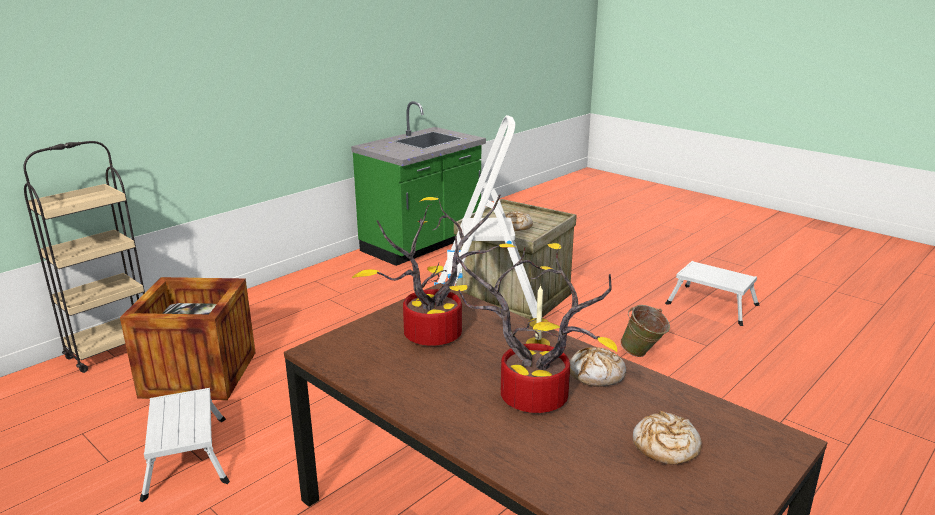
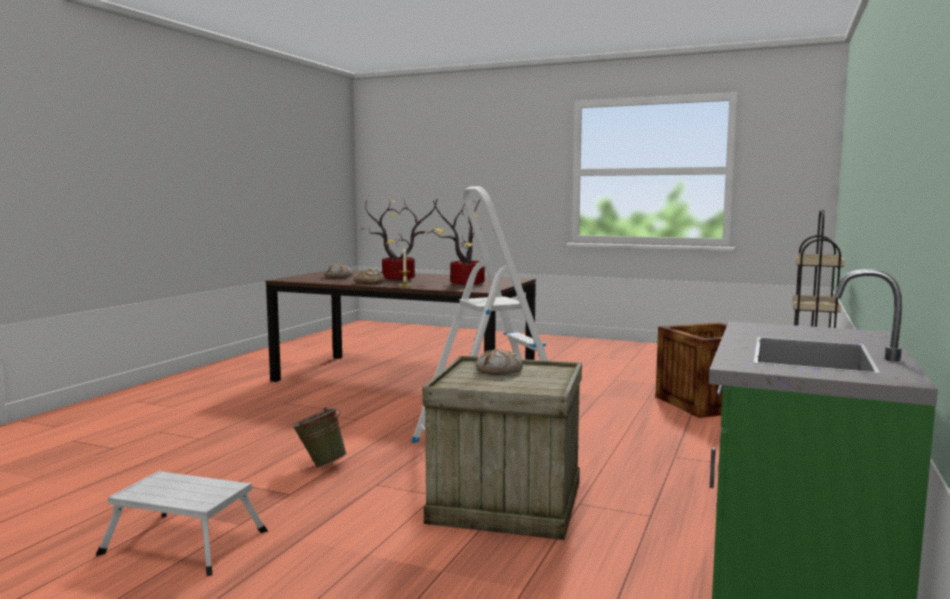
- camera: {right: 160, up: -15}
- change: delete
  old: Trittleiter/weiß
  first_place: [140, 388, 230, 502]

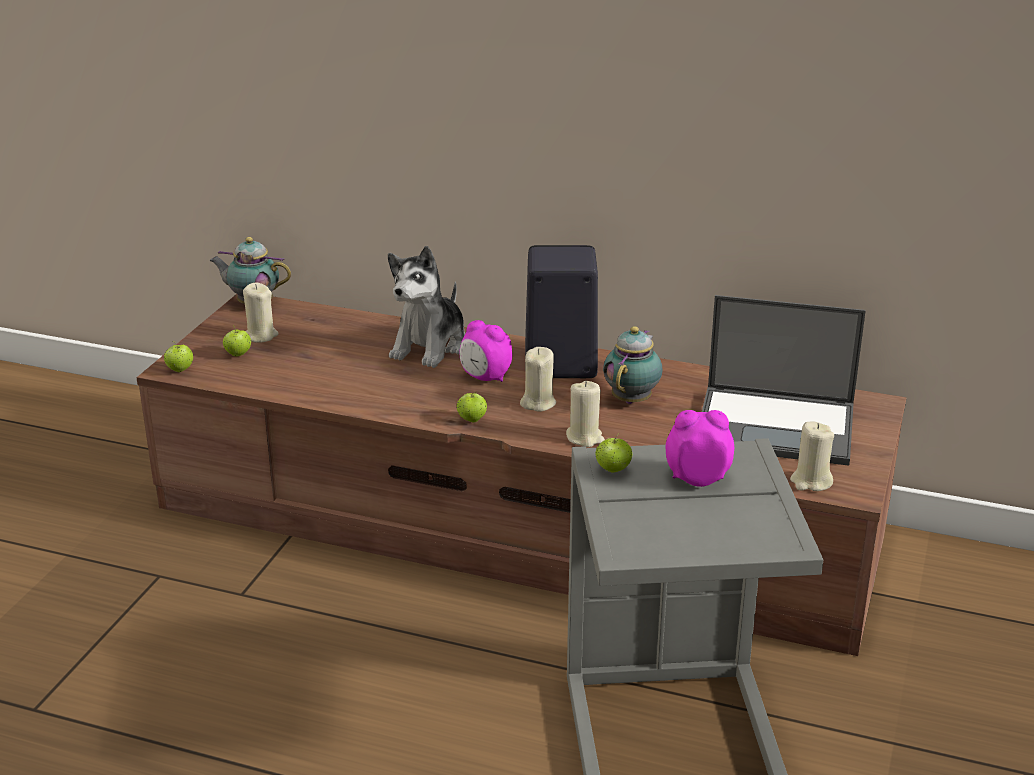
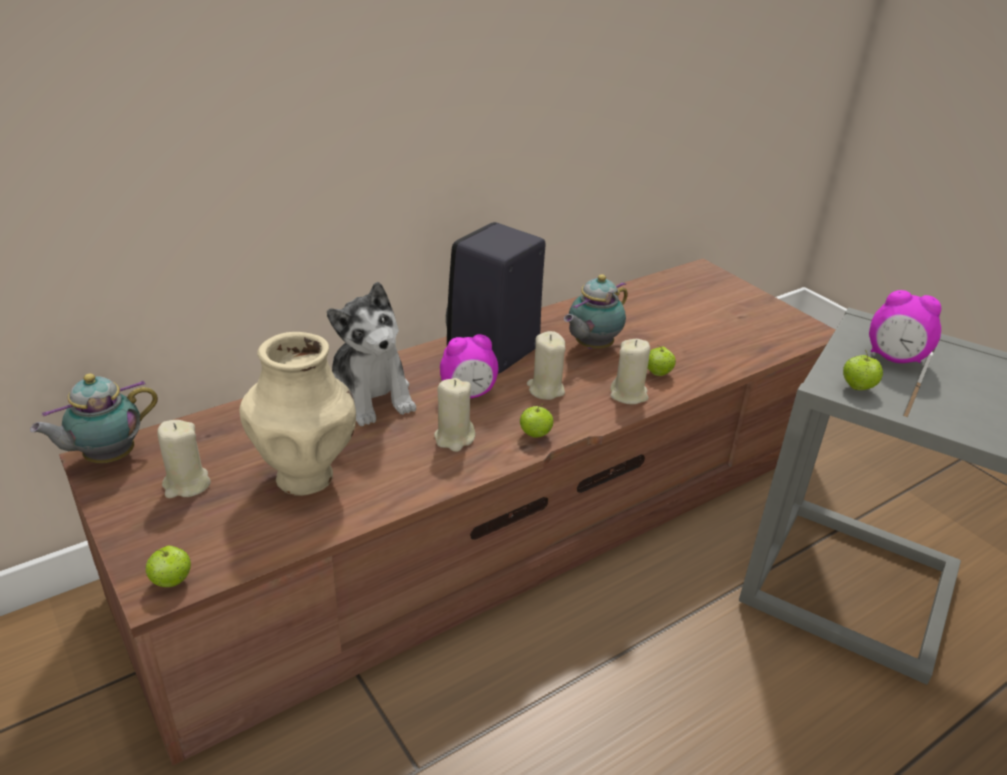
- camera: {right: -55, up: 5}
- change: delete
  old: Laptop
  first_place: [702, 295, 866, 466]
- change: insert
  new: Vase/beige
  second_place: [239, 332, 356, 496]
- change: move
  old: Apfel
  first_place: [223, 325, 252, 356]
  second_place: [648, 345, 676, 376]
- change: move
  old: Kerze/beige
  first_place: [790, 422, 834, 491]
  second_place: [434, 378, 475, 452]
- change: rotate
  old: Teekanne
  first_place: [603, 326, 663, 404]
  second_place: [564, 274, 628, 349]
  degrees: -105
- change: rotate
  old: Wecker
  first_place: [666, 410, 734, 487]
  second_place: [869, 290, 941, 363]
  degrees: -105

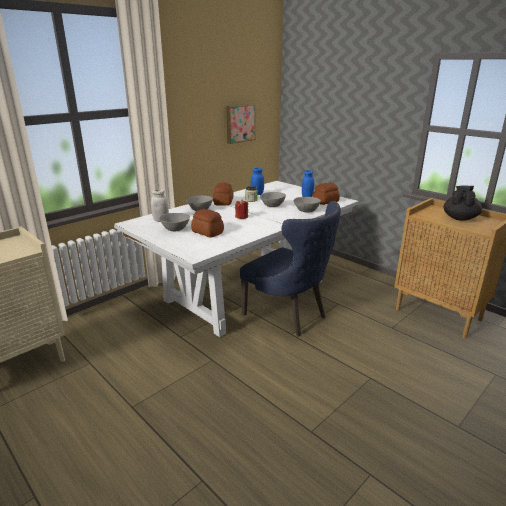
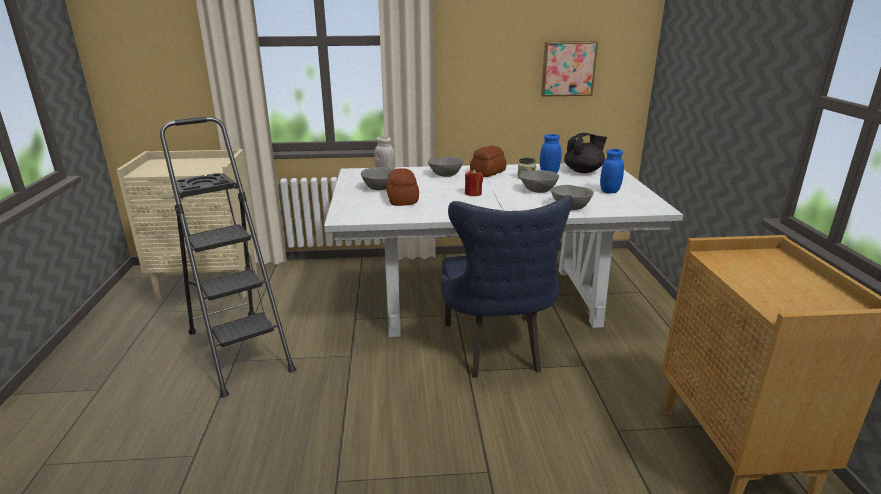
- camera: {right: 40, up: 0}
- change: delete
  old: Brot
  first_place: [312, 183, 340, 205]
- change: insert
  new: Trittleiter
  second_place: [160, 117, 296, 398]
- change: move
  old: Teekanne/schwarz
  first_place: [444, 185, 482, 221]
  second_place: [564, 133, 607, 173]

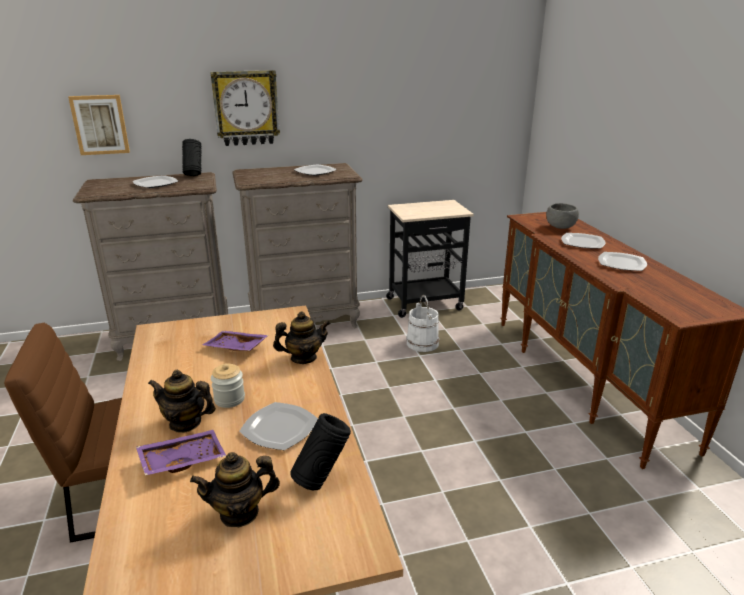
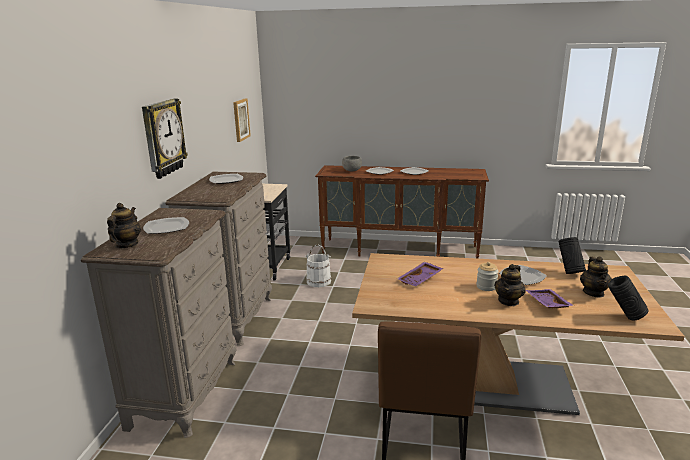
- camera: {right: -65, up: -5}
- change: move
  old: Bild
  first_place: [68, 95, 130, 155]
  second_place: [233, 98, 251, 142]
- change: move
  old: Vase/schwarz
  first_place: [182, 139, 201, 176]
  second_place: [608, 276, 649, 321]
- change: move
  old: Teekanne
  first_place: [273, 311, 330, 364]
  second_place: [107, 203, 141, 249]

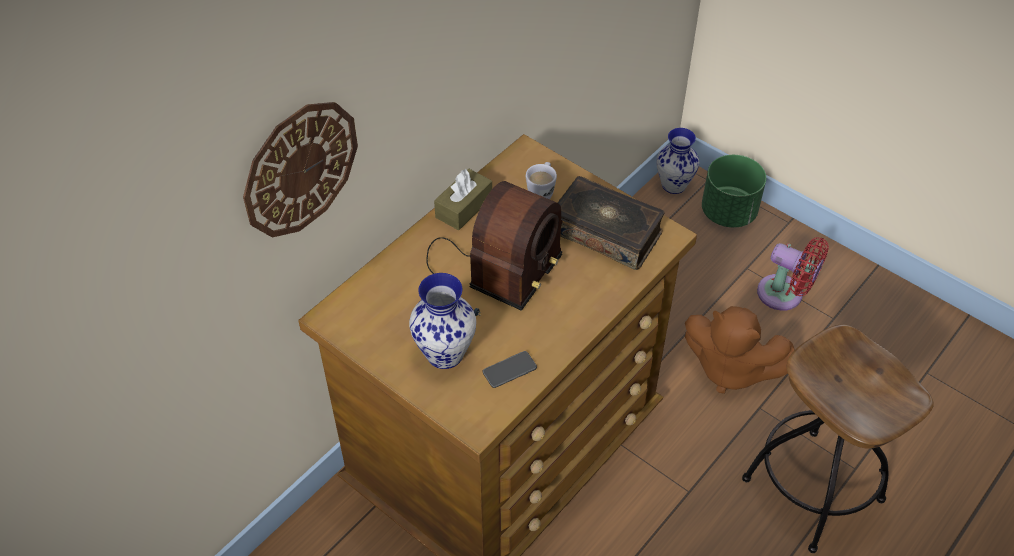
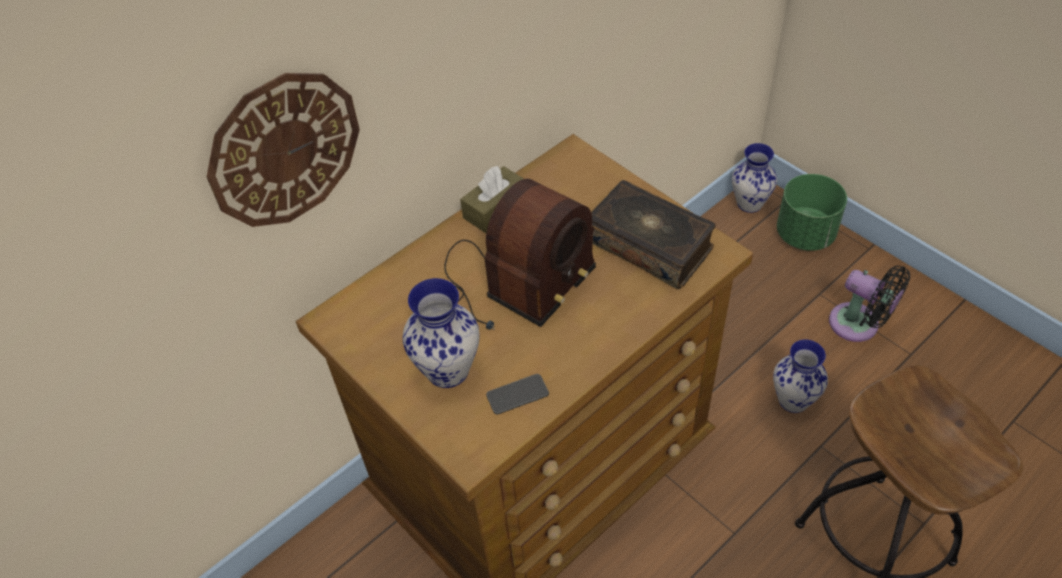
- camera: {right: 10, up: 0}
- change: delete
  old: Henkelbecher/weiß
  first_place: [526, 162, 557, 199]
- change: replace
  old: Plüschtier/braun
  new: Vase
  first_place: [685, 306, 795, 394]
  second_place: [773, 340, 828, 413]
- change: recolor
  old: Ventilator/rot
  new: Ventilator/schwarz
  first_place: [757, 237, 829, 311]
  second_place: [829, 266, 910, 342]

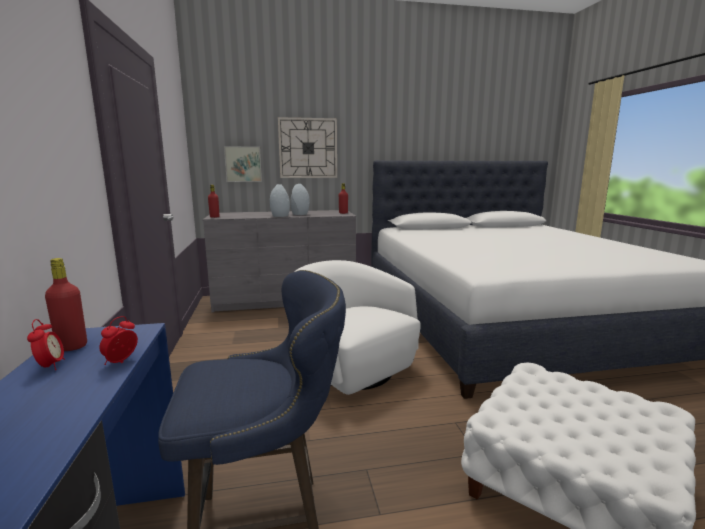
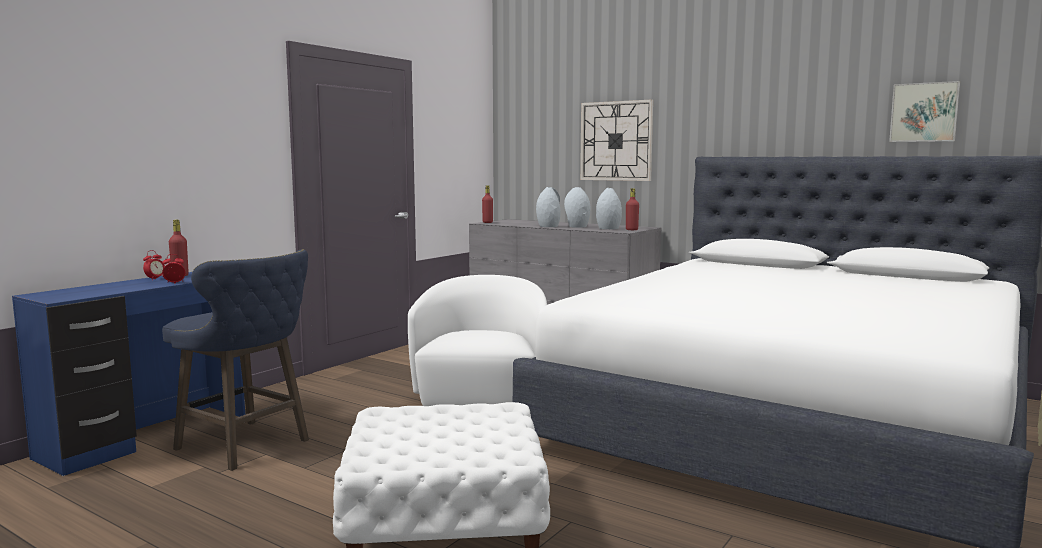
- camera: {right: 45, up: -5}
- change: insert
  new: Vase/grau
  second_place: [596, 188, 622, 229]
- change: move
  old: Bild
  first_place: [224, 146, 262, 182]
  second_place: [889, 81, 960, 142]

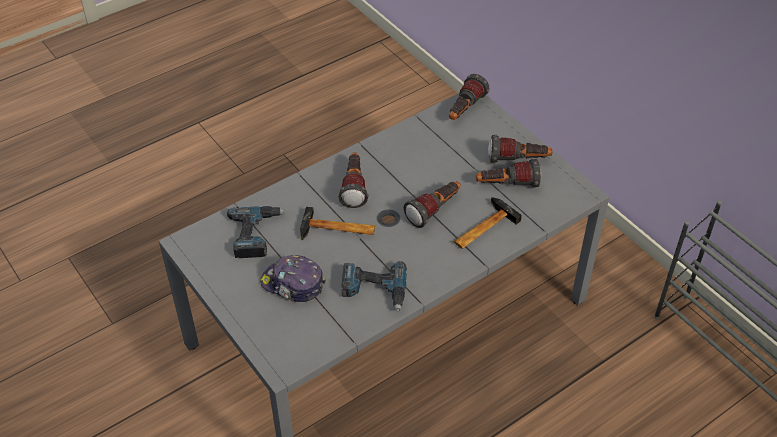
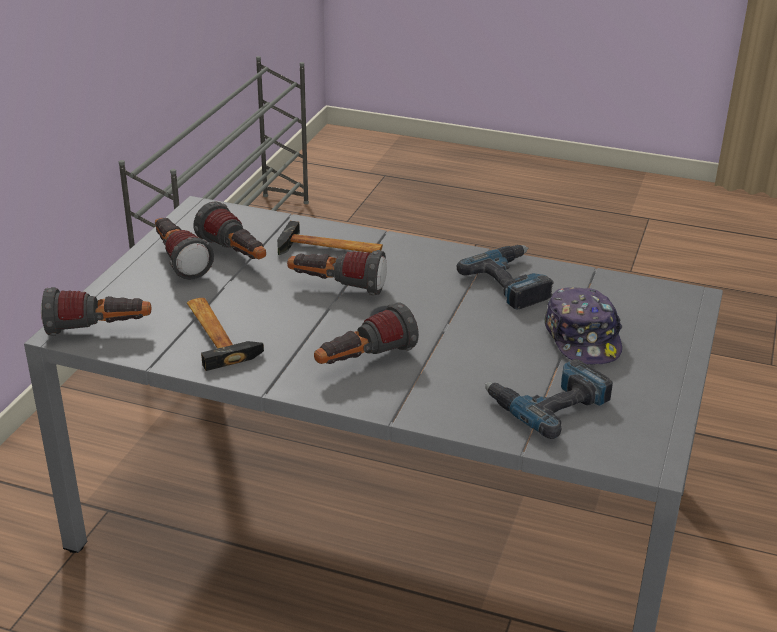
- camera: {right: -125, up: -15}
- change: move
  old: Hammer
  first_place: [300, 207, 375, 240]
  second_place: [187, 298, 264, 371]

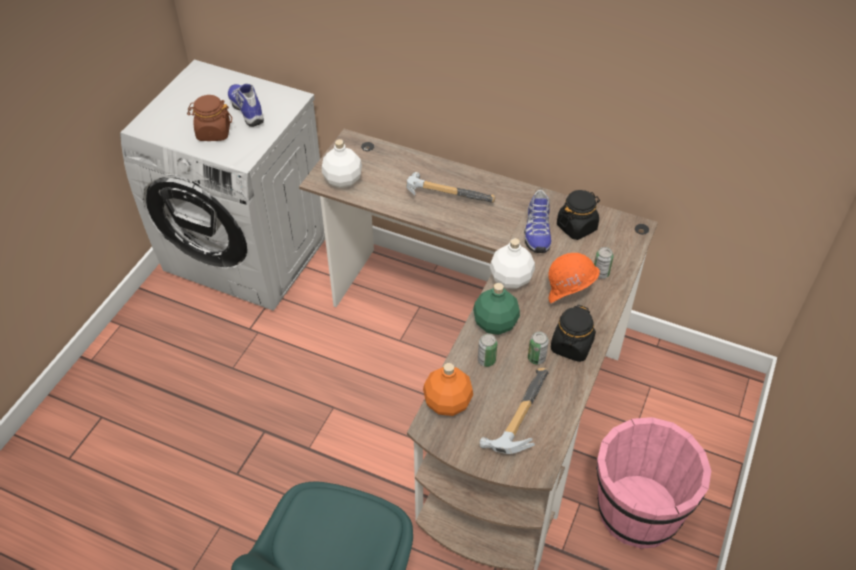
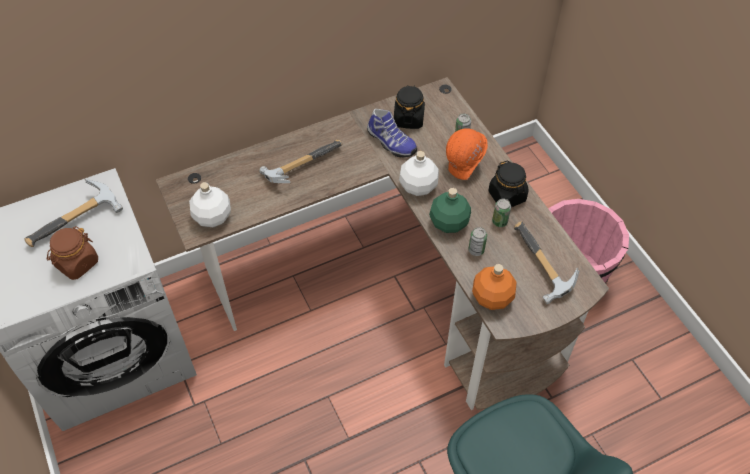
- camera: {right: -50, up: 5}
- change: replace
  old: Schuh
  new: Hammer
  first_place: [228, 84, 264, 127]
  second_place: [24, 179, 123, 247]

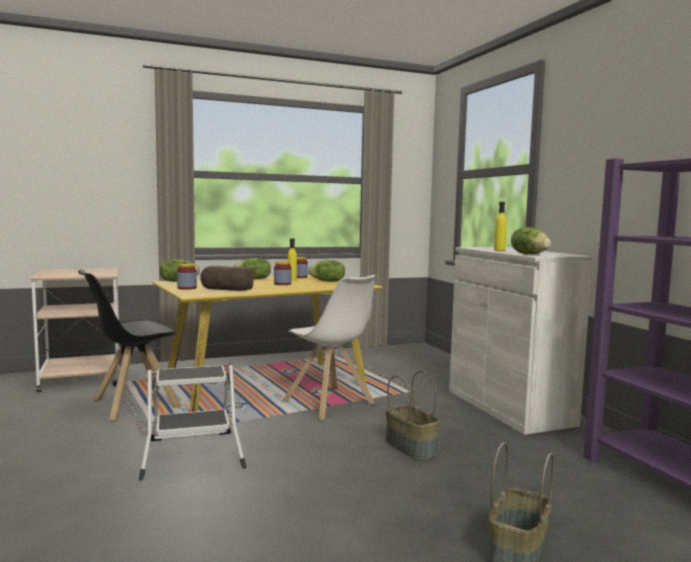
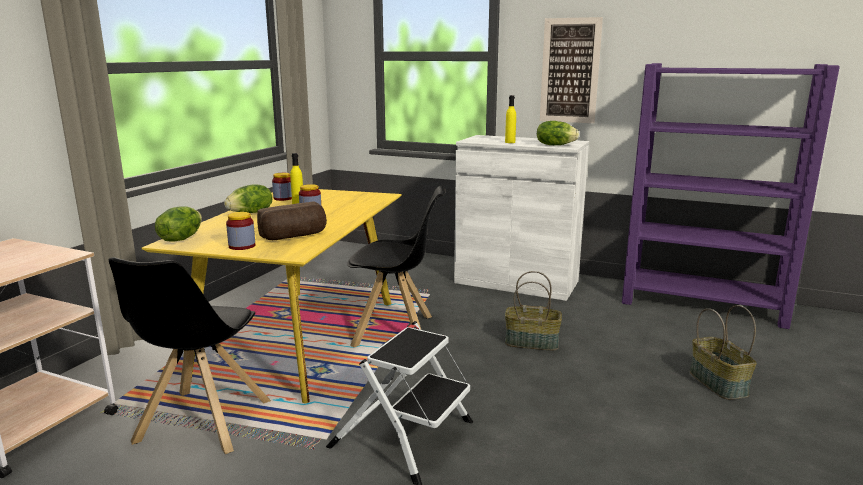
- camera: {right: -45, up: 10}
- change: delete
  old: Salatkopf
  first_place: [308, 260, 345, 282]
- change: insert
  new: Bild
  second_place: [540, 17, 603, 123]
- change: recolor
  old: Stuhl/weiß
  new: Stuhl/schwarz
  first_place: [282, 275, 376, 420]
  second_place: [347, 186, 445, 347]

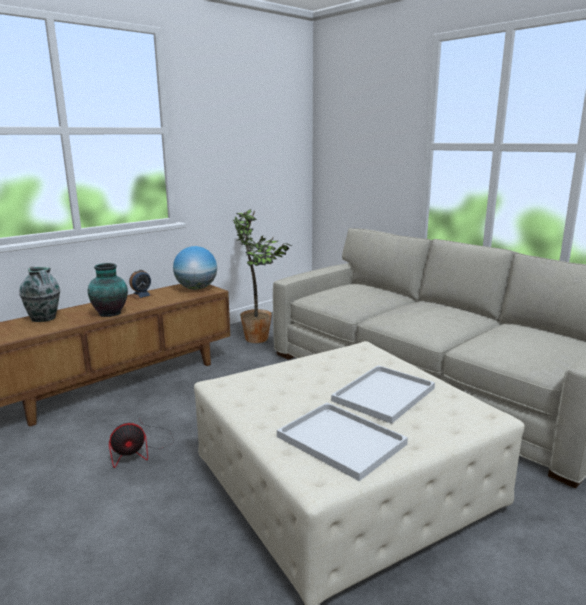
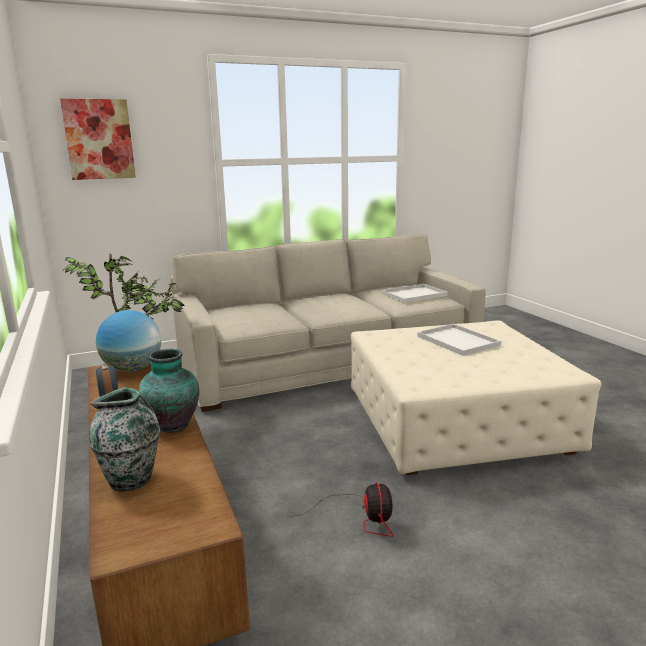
- camera: {right: -70, up: 0}
- change: insert
  new: Bild
  second_place: [60, 98, 136, 180]
- change: move
  old: Tablett/weiß
  first_place: [277, 402, 408, 481]
  second_place: [382, 284, 448, 303]

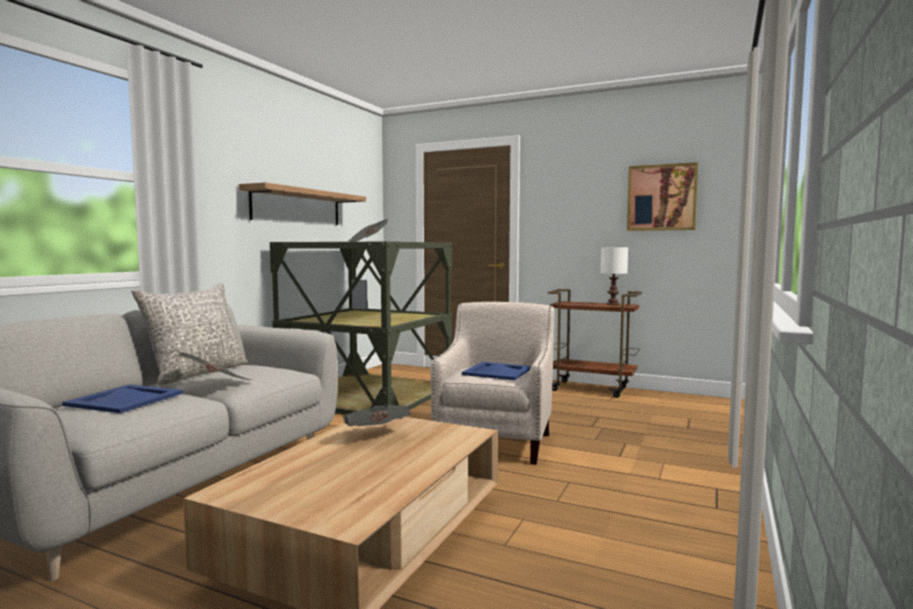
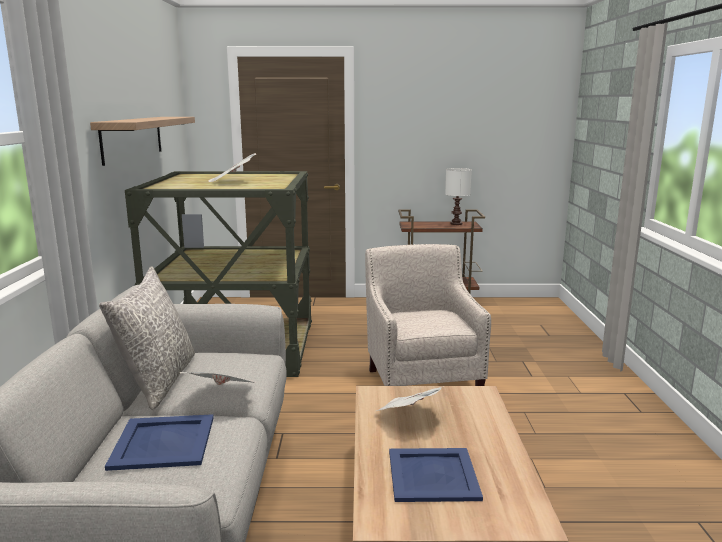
- camera: {right: -25, up: 10}
- change: delete
  old: Bild
  first_place: [627, 162, 698, 231]
- change: move
  old: Tablett/blau
  first_place: [462, 362, 531, 380]
  second_place: [389, 448, 483, 502]

